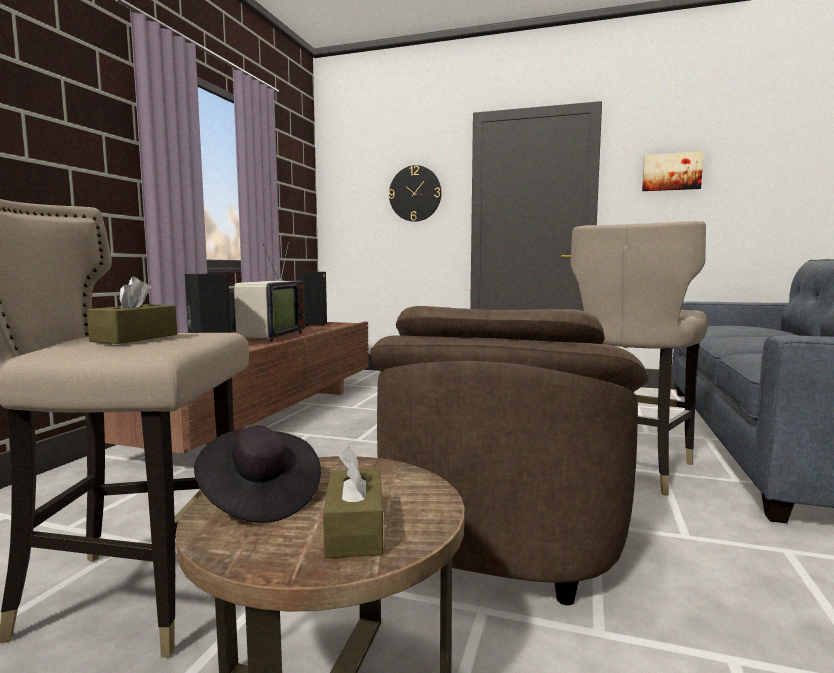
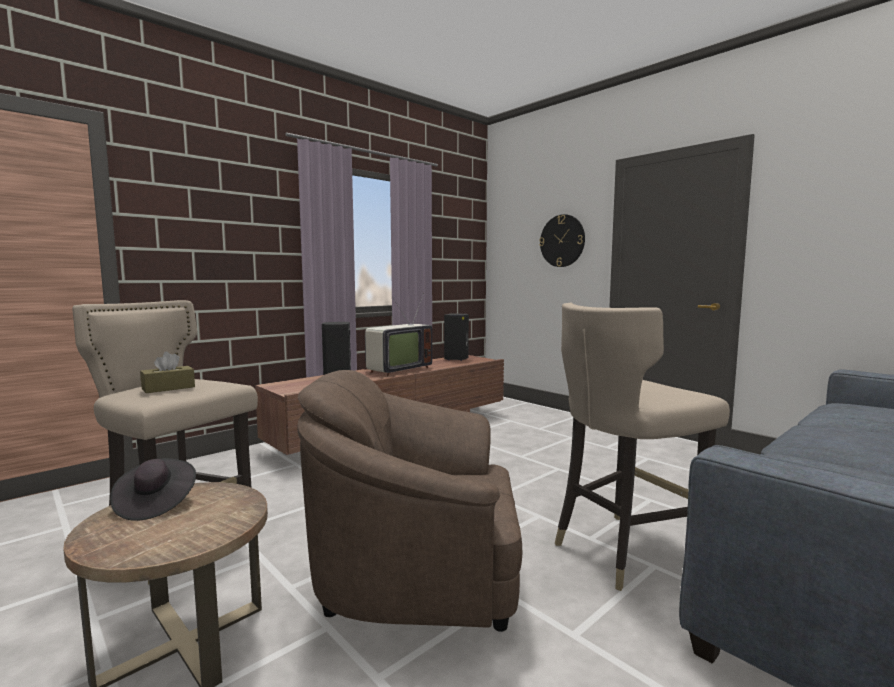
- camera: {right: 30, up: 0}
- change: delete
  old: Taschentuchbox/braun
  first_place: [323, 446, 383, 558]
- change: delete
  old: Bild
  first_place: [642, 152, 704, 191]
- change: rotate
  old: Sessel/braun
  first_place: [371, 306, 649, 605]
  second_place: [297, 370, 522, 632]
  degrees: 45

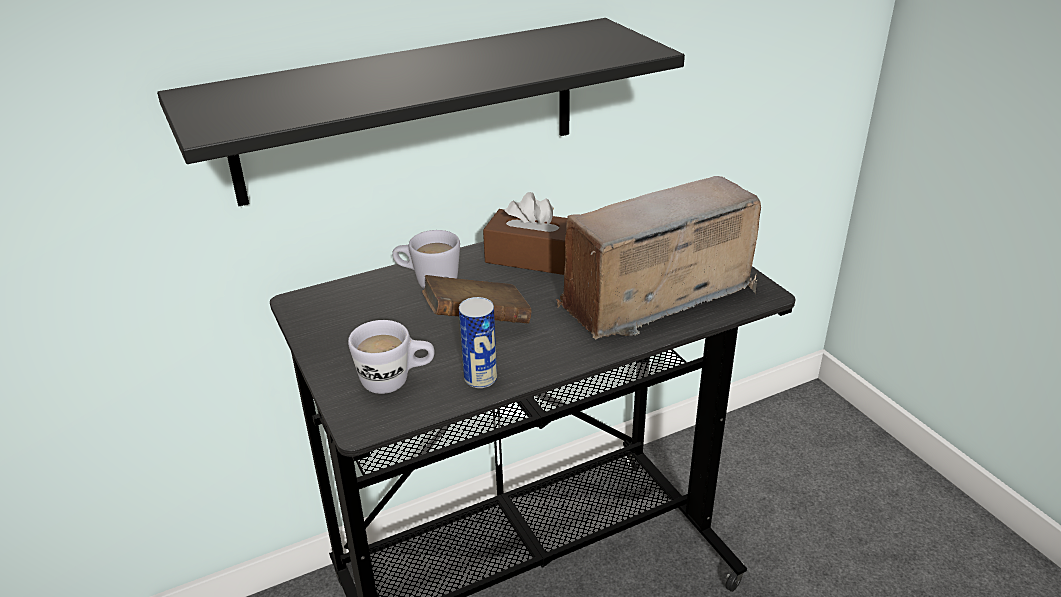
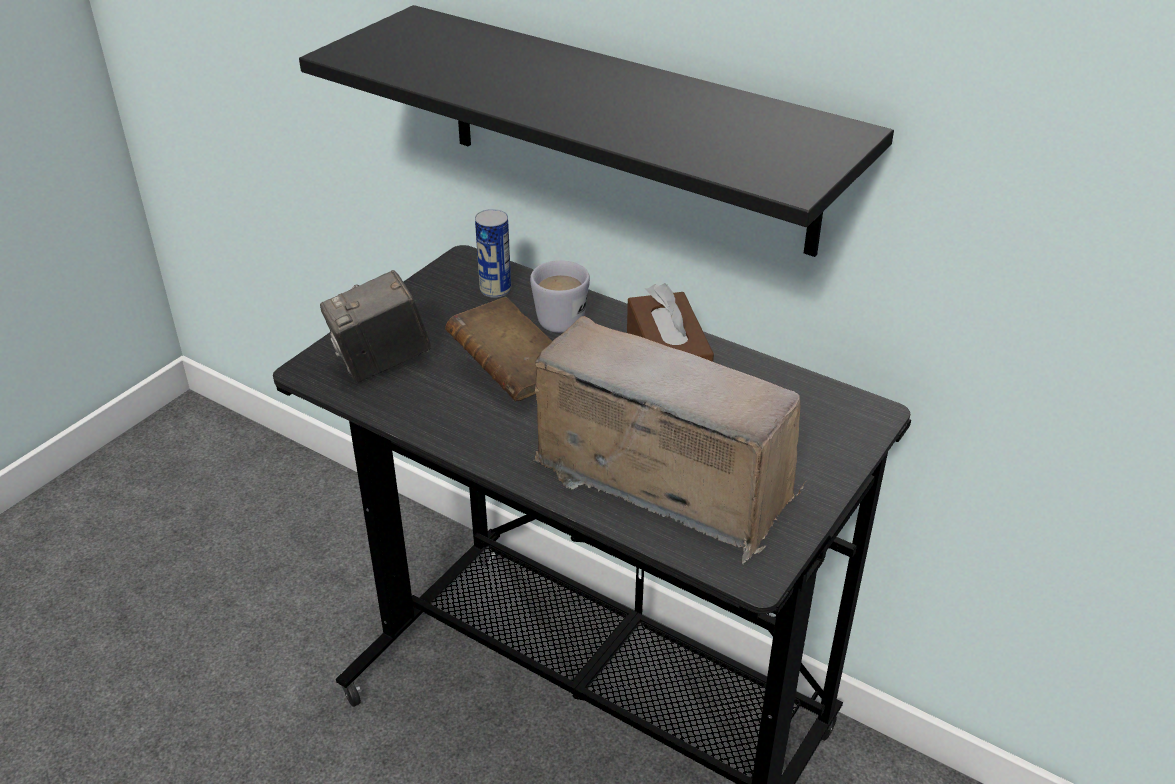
- camera: {right: 60, up: 5}
- change: move
  old: Dose
  first_place: [459, 297, 497, 388]
  second_place: [475, 209, 511, 298]
- change: replace
  old: Henkelbecher/weiß
  new: Kamera
  first_place: [348, 320, 434, 394]
  second_place: [320, 270, 431, 382]

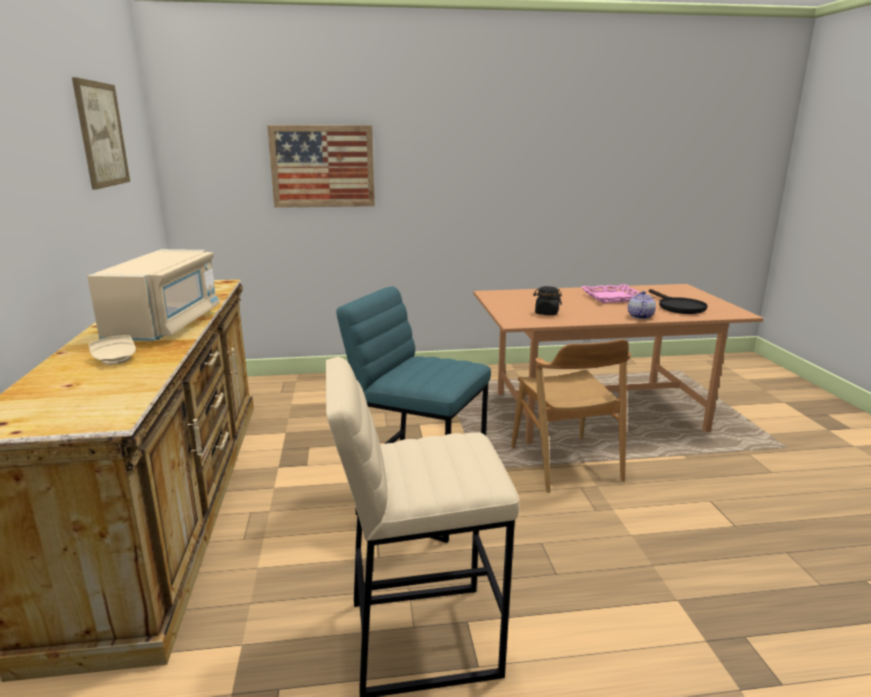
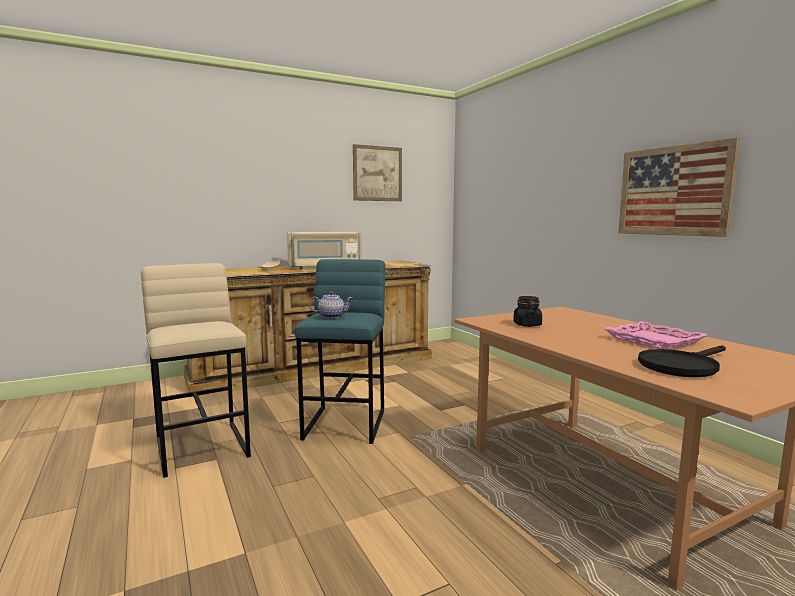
- camera: {right: 70, up: -10}
- change: delete
  old: Stuhl/braun
  first_place: [511, 339, 631, 493]
- change: move
  old: Bild
  first_place: [267, 125, 375, 208]
  second_place: [618, 137, 739, 237]
- change: move
  old: Teekanne
  first_place: [628, 291, 656, 319]
  second_place: [309, 291, 352, 318]

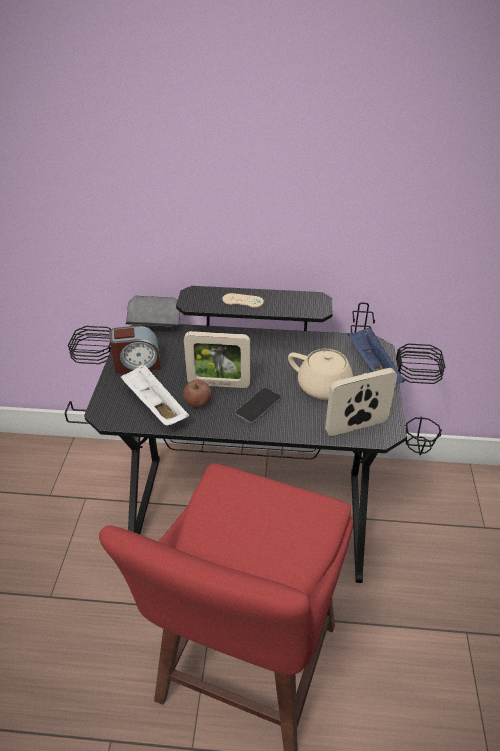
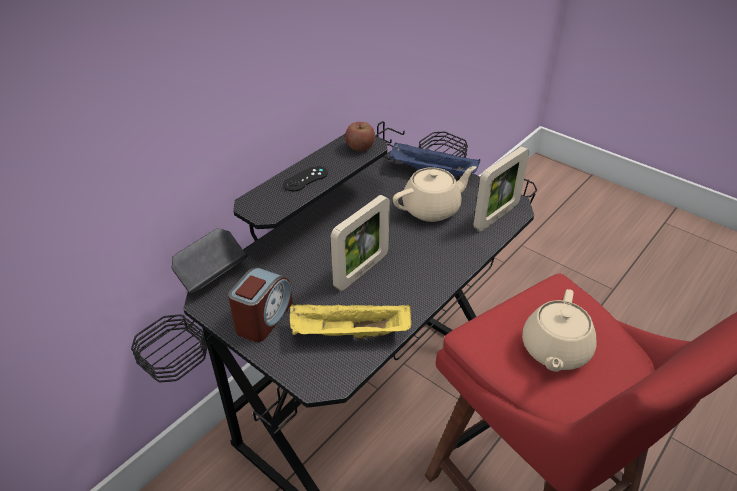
- camera: {right: -55, up: 0}
- change: delete
  old: Handy
  first_place: [235, 388, 281, 424]
- change: insert
  new: Teekanne/beige
  second_place: [522, 289, 597, 372]
- change: move
  old: Apfel
  first_place: [183, 380, 212, 408]
  second_place: [345, 122, 375, 151]
- change: recolor
  old: Tablett/weiß
  new: Tablett/gelb
  first_place: [121, 363, 189, 426]
  second_place: [290, 304, 412, 339]
- change: recolor
  old: Gamepad/beige
  new: Gamepad/schwarz
  first_place: [222, 293, 264, 308]
  second_place: [283, 166, 328, 192]
- change: rotate
  old: Bilderrahmen
  first_place: [325, 368, 397, 436]
  second_place: [473, 146, 530, 231]
  degrees: -150

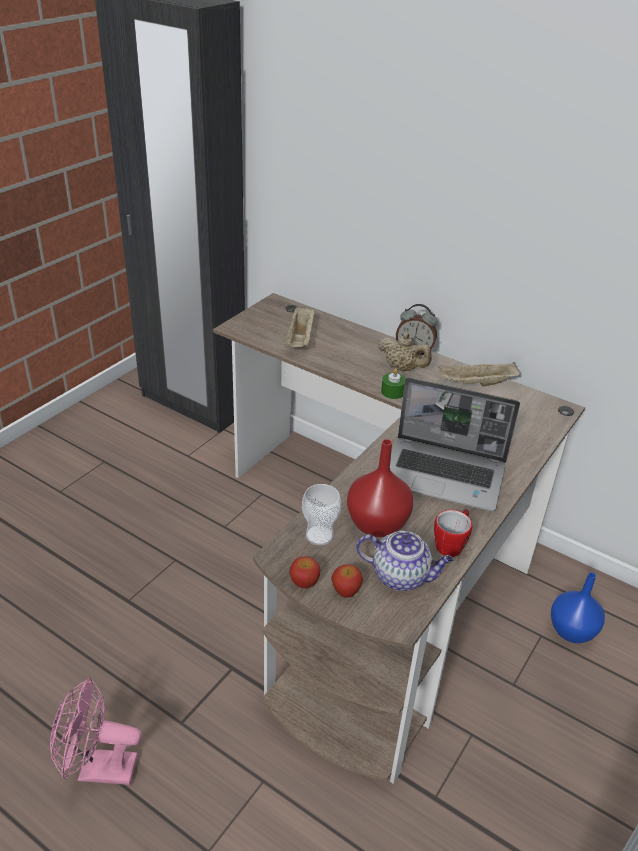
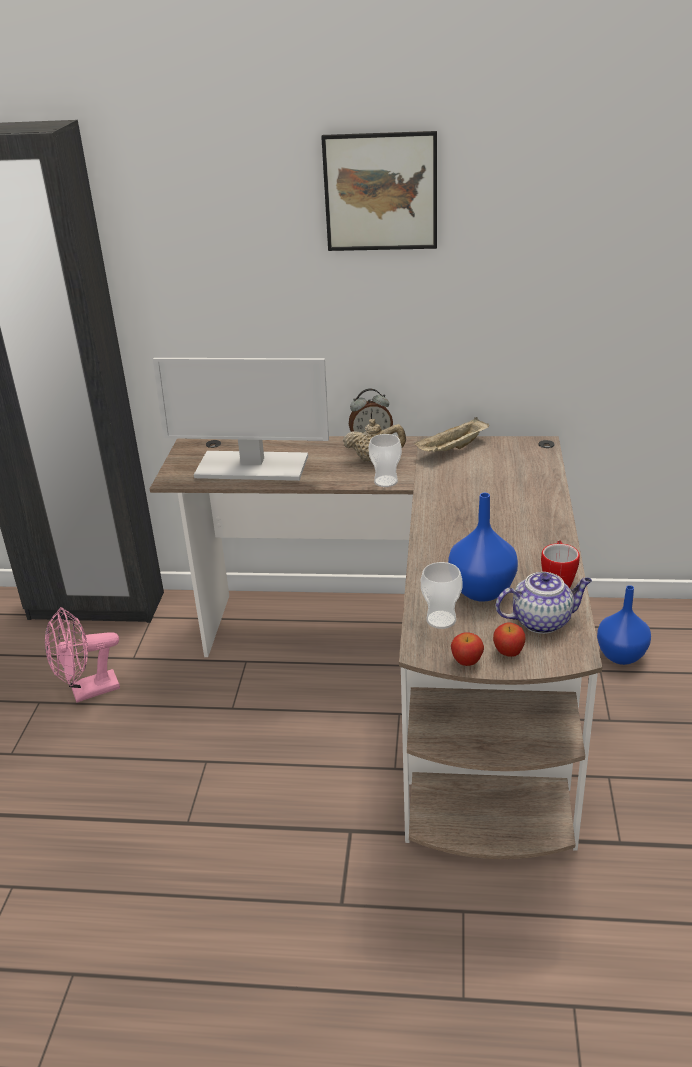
- camera: {right: -25, up: -5}
- change: delete
  old: Laptop
  first_place: [390, 378, 520, 512]
- change: insert
  new: Bild
  second_place: [321, 131, 437, 251]
- change: move
  old: Ventilator/rosa
  first_place: [50, 677, 142, 785]
  second_place: [45, 607, 120, 703]
- change: replace
  old: Tablett/beige
  new: Monitor
  first_place: [284, 306, 315, 347]
  second_place: [153, 358, 329, 481]
- change: replace
  old: Kerze/grün
  new: Tasse
  first_place: [381, 368, 406, 399]
  second_place: [369, 434, 402, 487]
- change: recolor
  old: Vase/rot
  new: Vase/blau
  first_place: [347, 439, 413, 537]
  second_place: [448, 493, 518, 602]

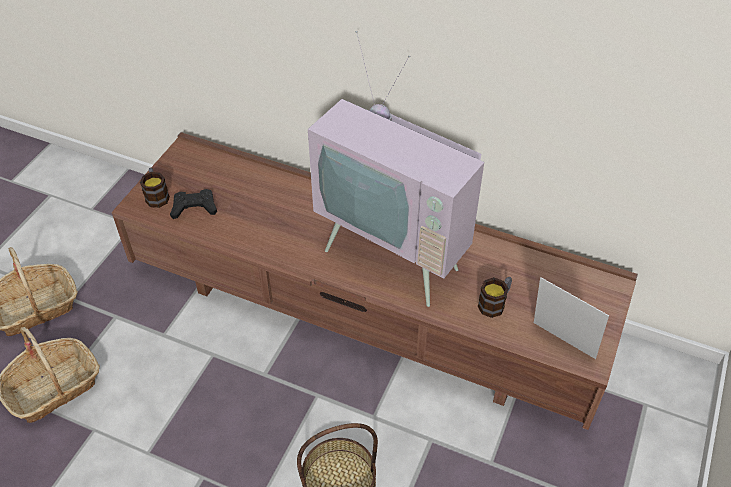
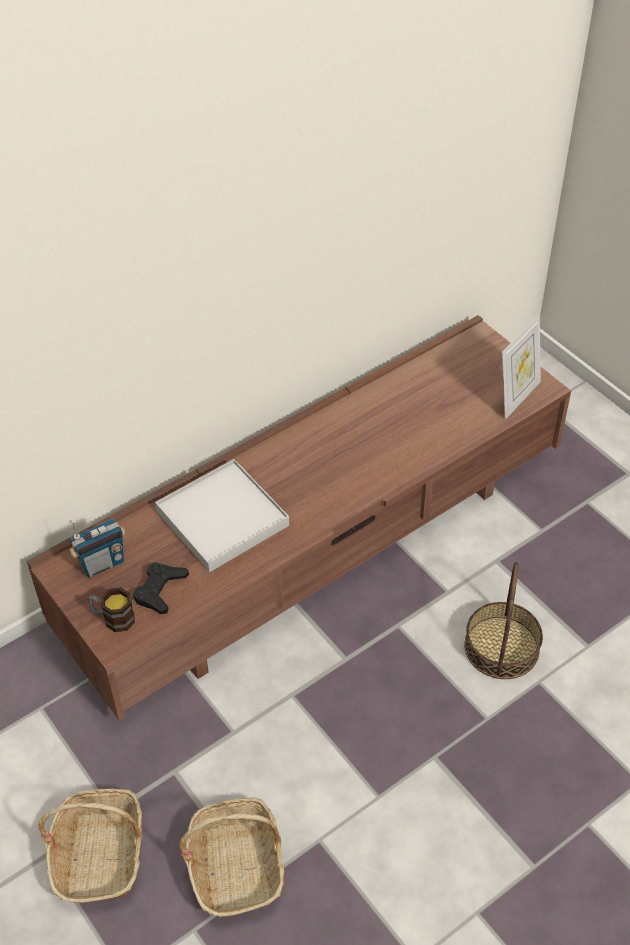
- camera: {right: -60, up: 0}
- change: delete
  old: Fernseher
  first_place: [308, 31, 484, 307]
- change: delete
  old: Henkelbecher
  first_place: [478, 277, 512, 318]
- change: insert
  new: Radio
  second_place: [69, 519, 126, 578]
- change: insert
  new: Tablett/weiß
  second_place: [155, 459, 289, 572]
- change: rotate
  old: Bilderrahmen
  first_place: [534, 277, 609, 359]
  second_place: [502, 315, 541, 420]
  degrees: 150

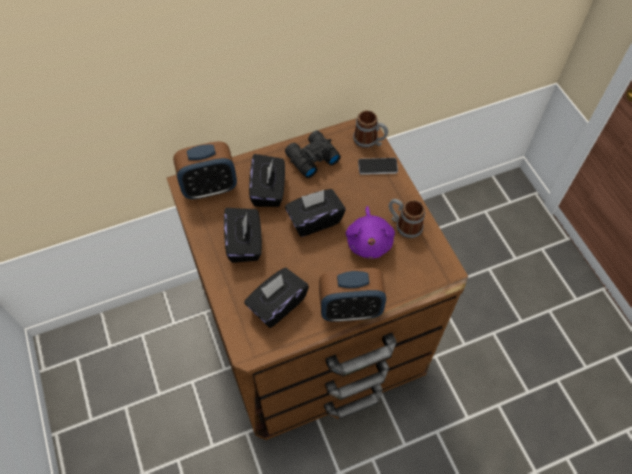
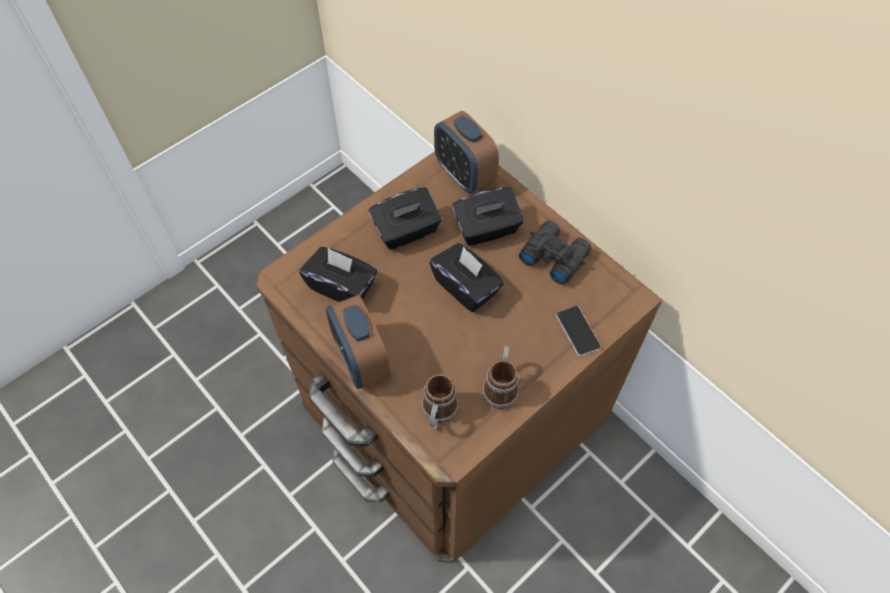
- camera: {right: 70, up: 0}
- change: delete
  old: Plüschtier/lila
  first_place: [346, 206, 395, 259]
- change: move
  old: Henkelbecher
  first_place: [353, 110, 388, 149]
  second_place: [422, 374, 458, 430]

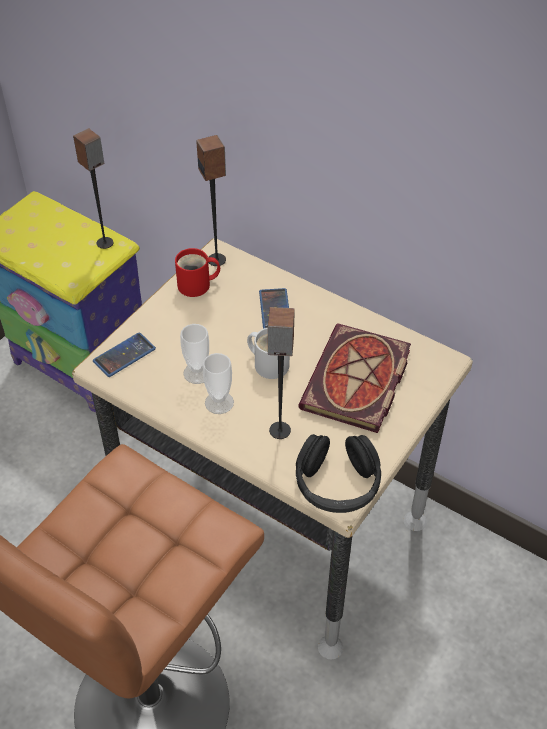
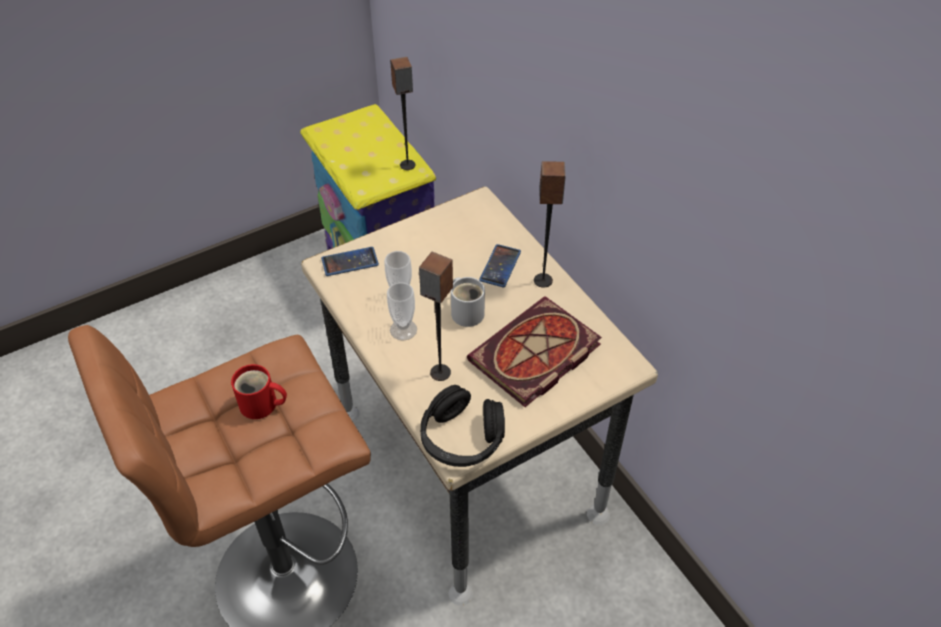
- camera: {right: 25, up: 0}
- change: move
  old: Henkelbecher/rot
  first_place: [175, 248, 220, 297]
  second_place: [231, 364, 287, 419]
- change: move
  old: Lautsprecher
  first_place: [196, 135, 226, 266]
  second_place: [534, 161, 566, 288]

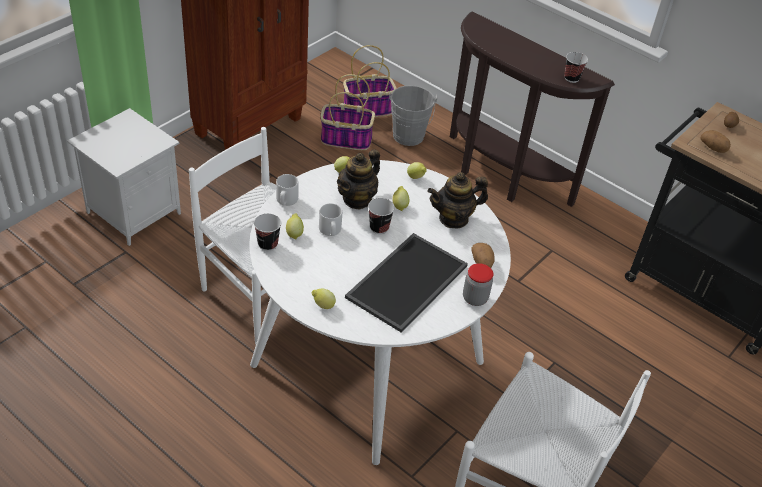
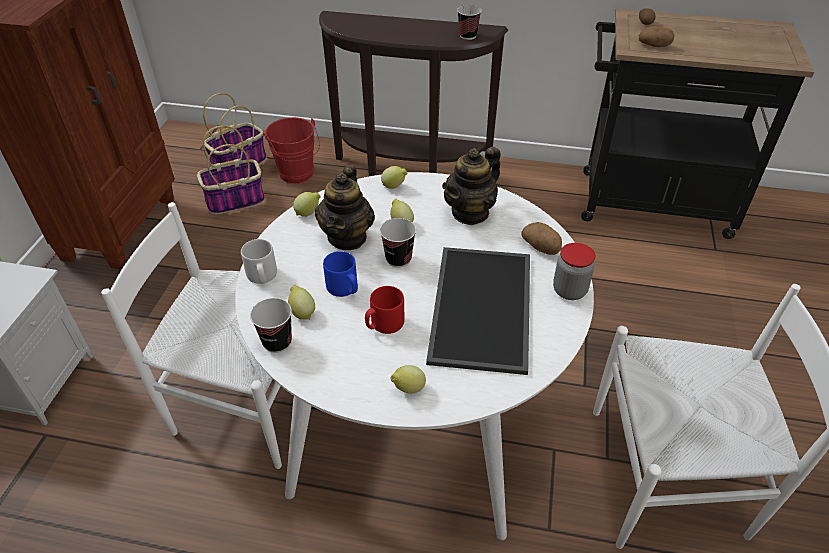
- camera: {right: -25, up: 0}
- change: insert
  new: Henkelbecher/rot
  second_place: [365, 286, 405, 334]
- change: recolor
  old: Henkelbecher/grau
  new: Henkelbecher/blau
  first_place: [319, 203, 342, 236]
  second_place: [323, 251, 358, 297]
- change: recolor
  old: Eimer/grau
  new: Eimer/rot
  first_place: [389, 85, 437, 146]
  second_place: [263, 117, 320, 184]

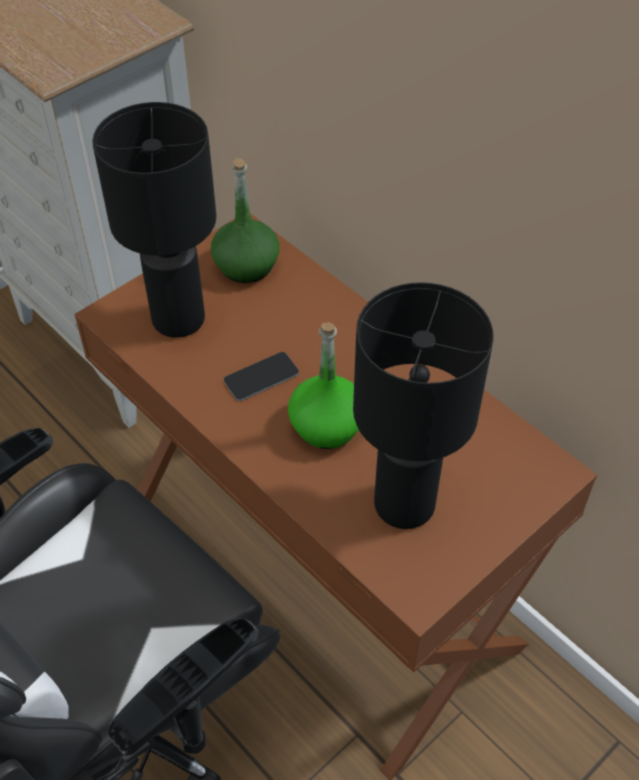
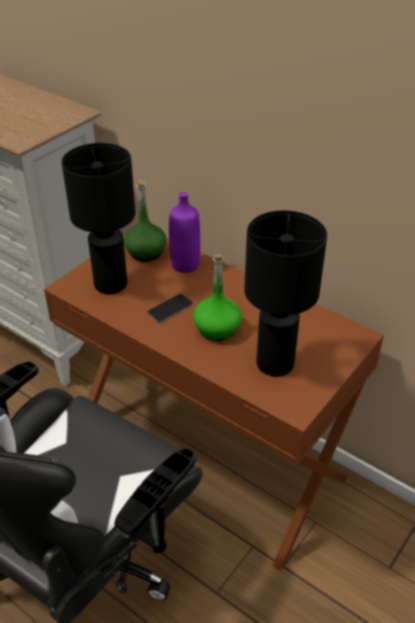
- camera: {right: -10, up: -10}
- change: insert
  new: Flasche/lila
  second_place: [169, 192, 200, 273]

